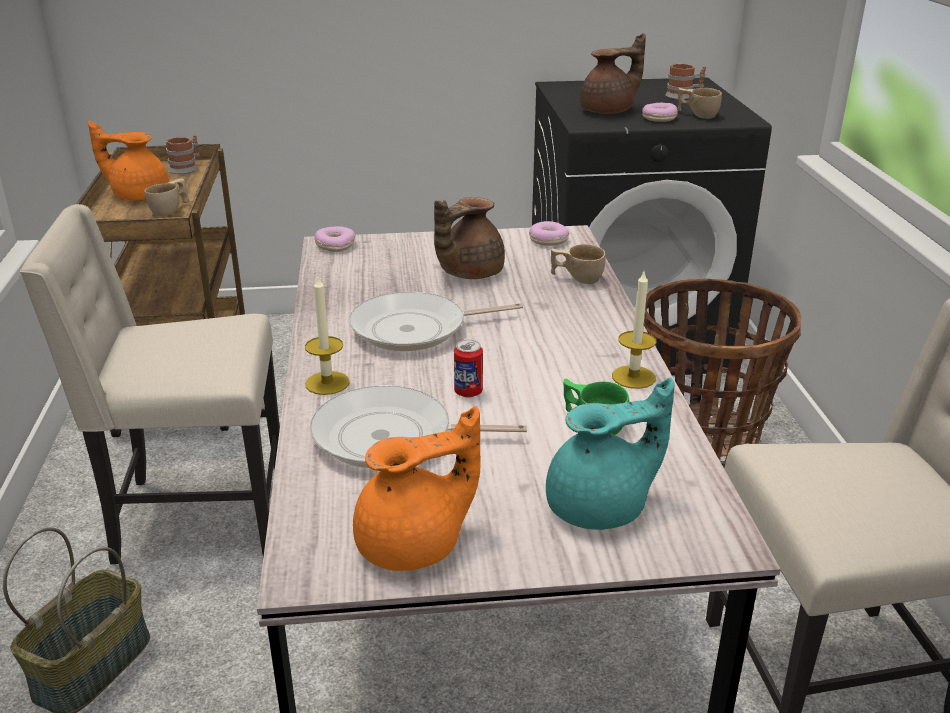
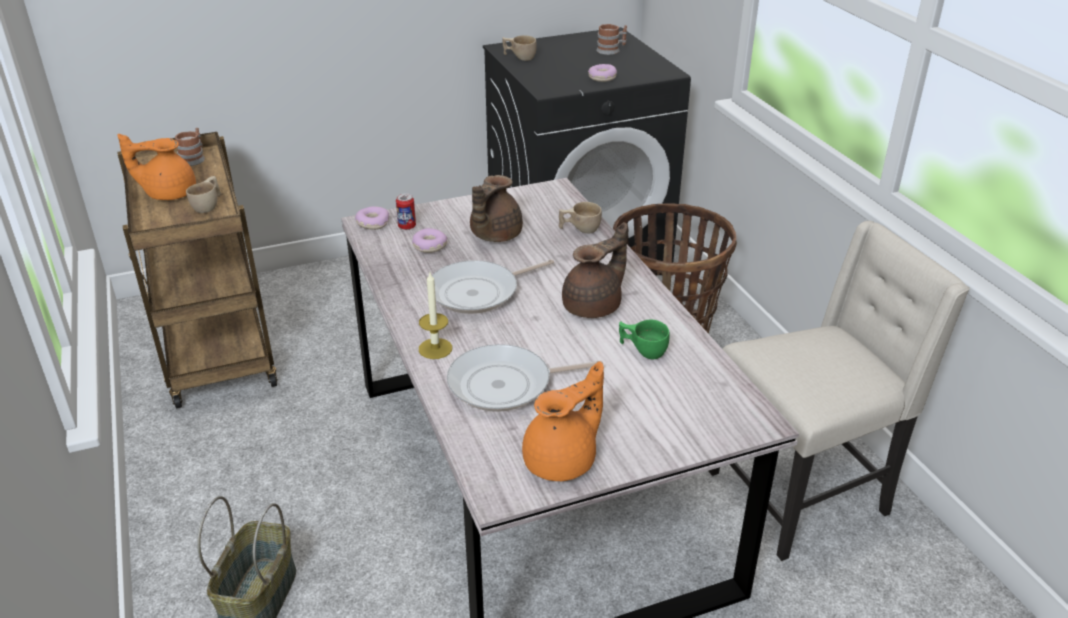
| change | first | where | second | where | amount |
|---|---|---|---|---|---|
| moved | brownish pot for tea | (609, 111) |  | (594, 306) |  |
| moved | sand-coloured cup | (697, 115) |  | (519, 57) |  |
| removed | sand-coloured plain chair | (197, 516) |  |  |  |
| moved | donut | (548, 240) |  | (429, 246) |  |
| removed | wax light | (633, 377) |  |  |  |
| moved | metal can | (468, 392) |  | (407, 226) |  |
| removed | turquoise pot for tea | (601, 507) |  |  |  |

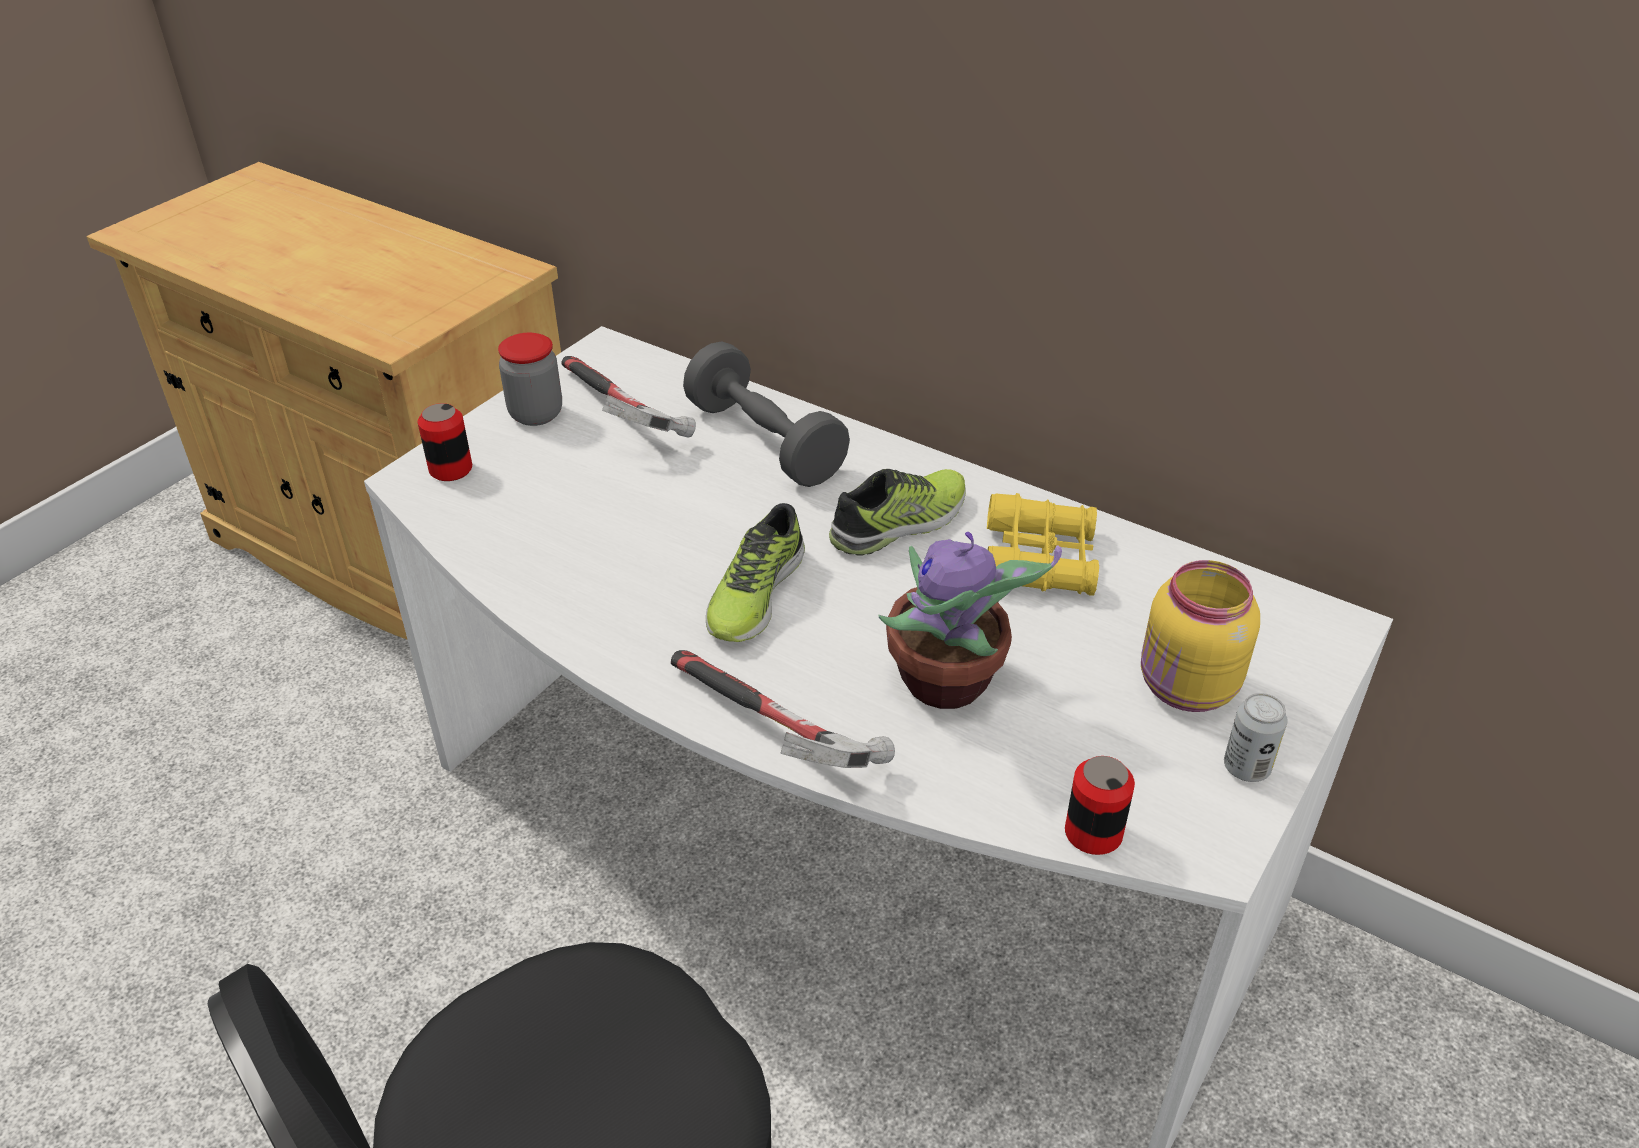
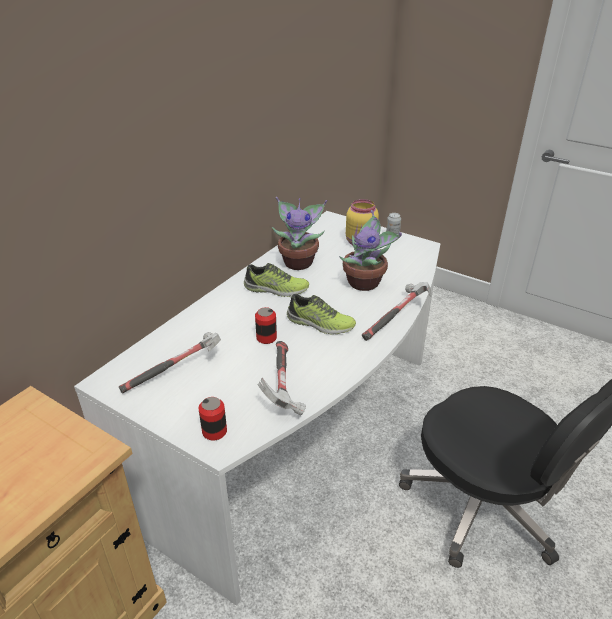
| change | first | where | second | where | amount |
|---|---|---|---|---|---|
| removed | storage jar | (536, 414) |  |  |  |
| removed | grey dumbbell | (765, 442) |  |  |  |
| turned | shoe | (901, 524) |  | (276, 289) | 135 degrees clockwise |
| replaced | yellow-coloured field glasses | (1040, 560) | plant in a pot | (299, 262) |  |
| moved | metal can | (1093, 833) |  | (266, 338) |  |
| added |  |  | tool hammer | (282, 385) |  |

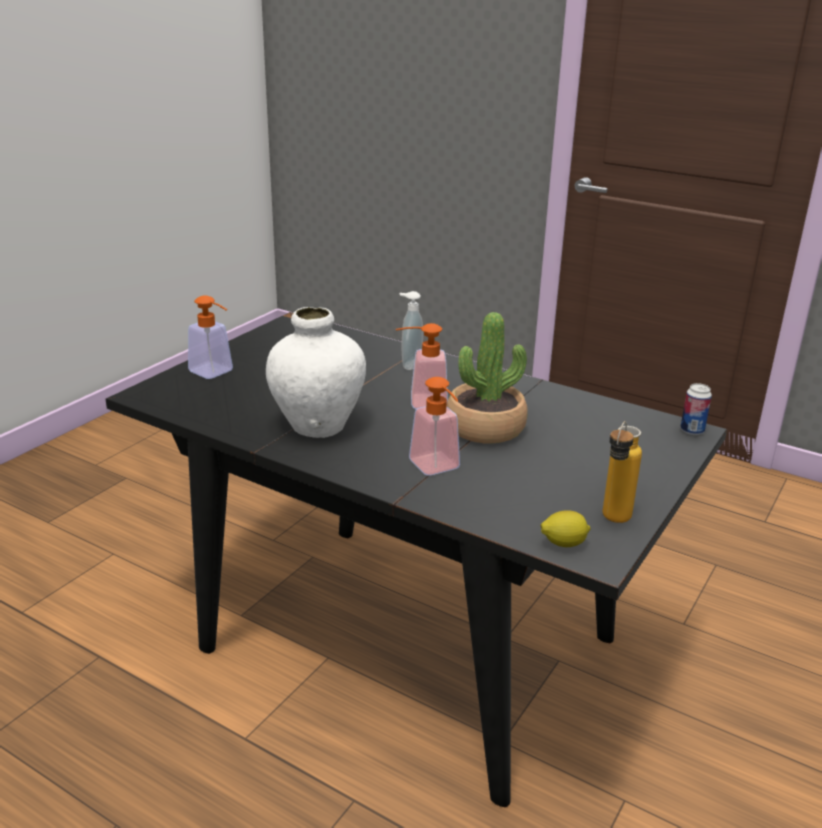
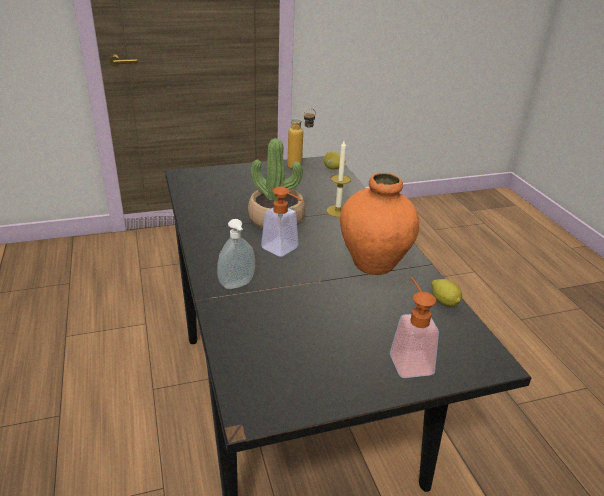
| change | first | where | second | where | amount |
|---|---|---|---|---|---|
| recoloured | white-coloured vase | (318, 426) | orange vase | (373, 264) |  |
| replaced | soap bottle | (438, 468) | wax light | (338, 211) |  |
| removed | metal can | (692, 430) |  |  |  |
| added |  |  | whole lemon | (444, 302) |  |

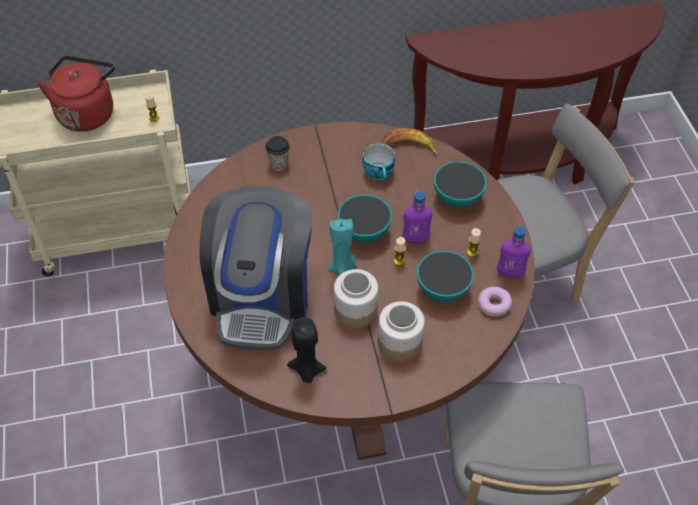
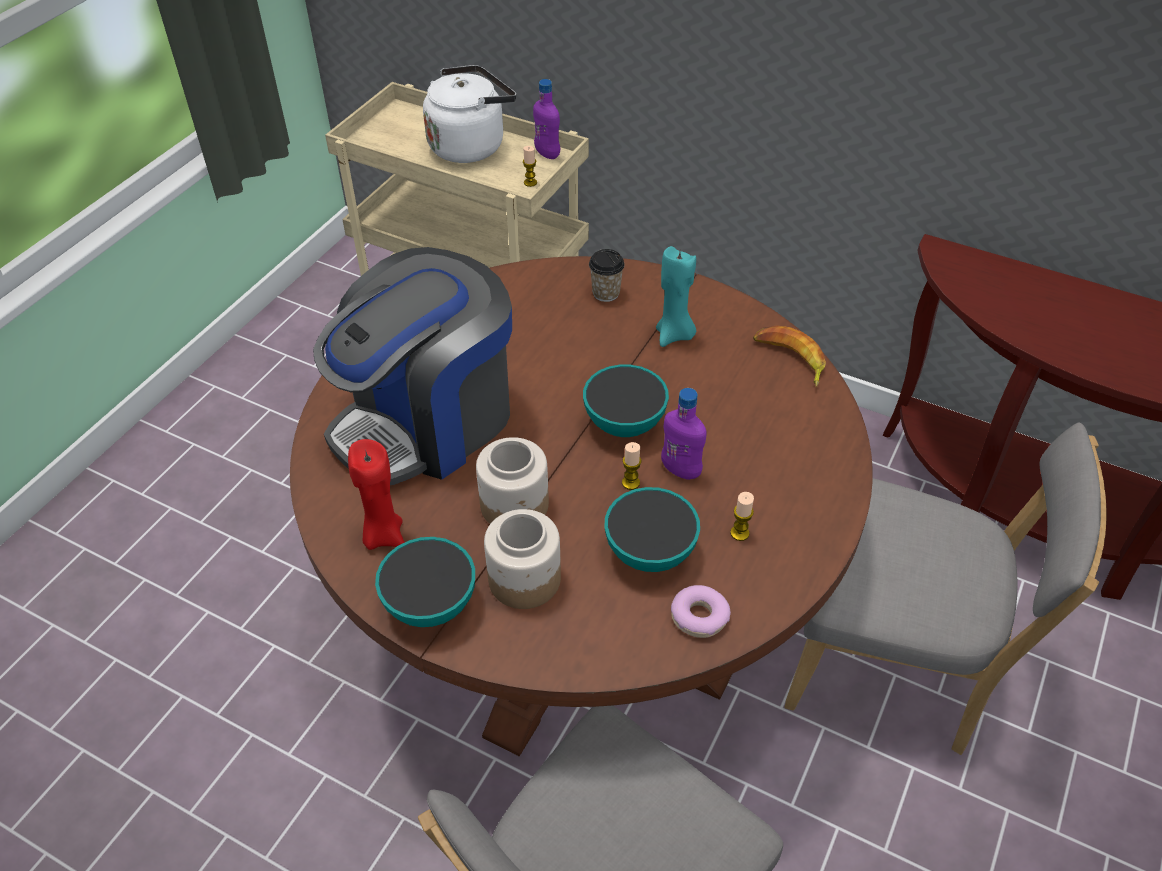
| change | first | where | second | where | amount |
|---|---|---|---|---|---|
| recoloured | red water kettle | (87, 112) | white-coloured water kettle | (470, 145) |  |
| removed | cup | (379, 173) |  |  |  |
| moved | serving bowl | (457, 198) |  | (430, 604) |  |
| moved | turquoise wax light | (342, 268) |  | (674, 335) |  |
| moved | purple beverage bottle | (510, 273) |  | (547, 154) |  |
| recoloured | blackish wax light | (307, 371) | red wax light | (383, 535) |  |

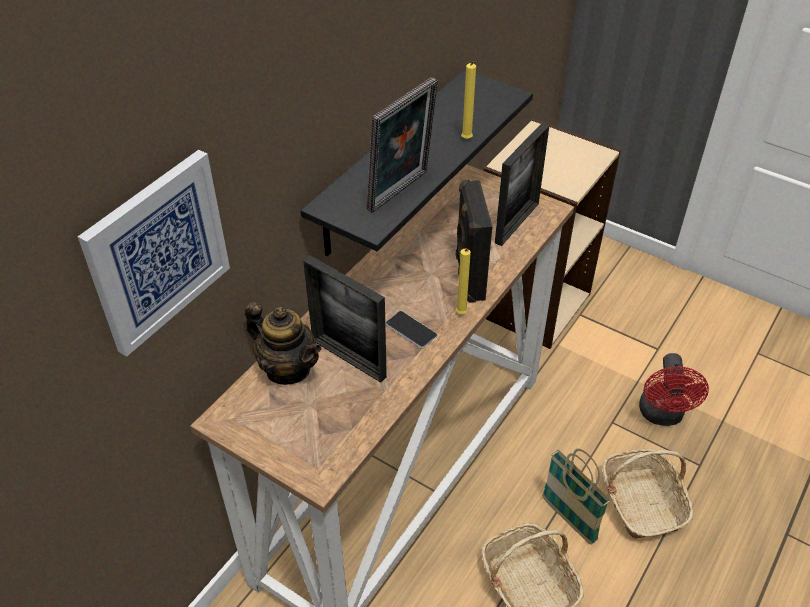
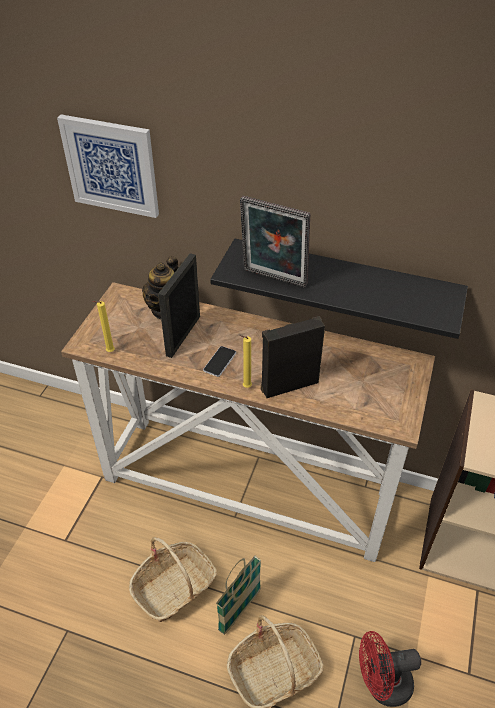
| change | first | where | second | where | amount |
|---|---|---|---|---|---|
| moved | yellow-coloured wax light | (467, 140) |  | (109, 352) |  |
| removed | photo frame | (517, 223) |  |  |  |

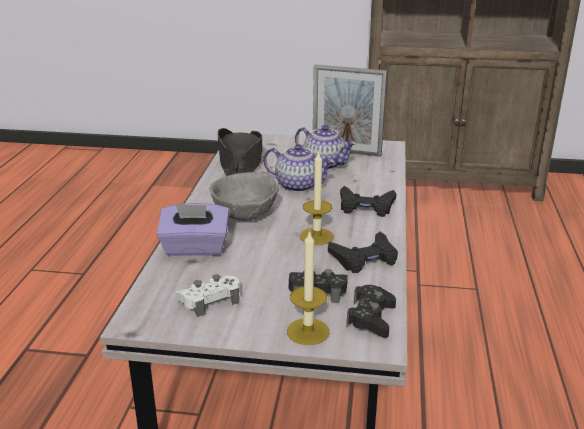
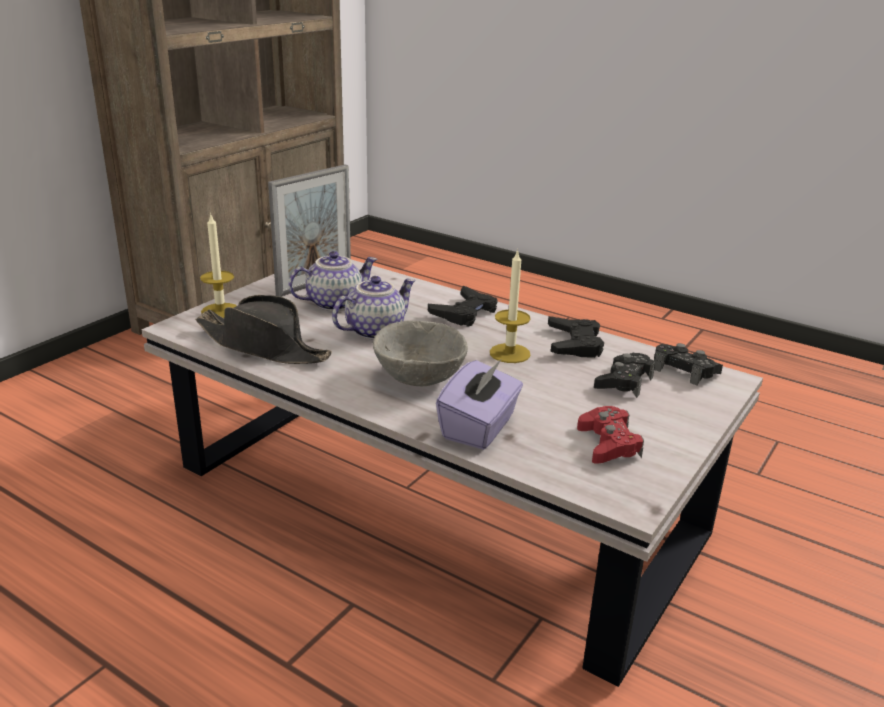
| change | first | where | second | where | amount |
|---|---|---|---|---|---|
| moved | wax light | (308, 331) |  | (220, 311) |  |
| recoloured | white-coloured joypad | (210, 300) | red joypad | (608, 444) |  |

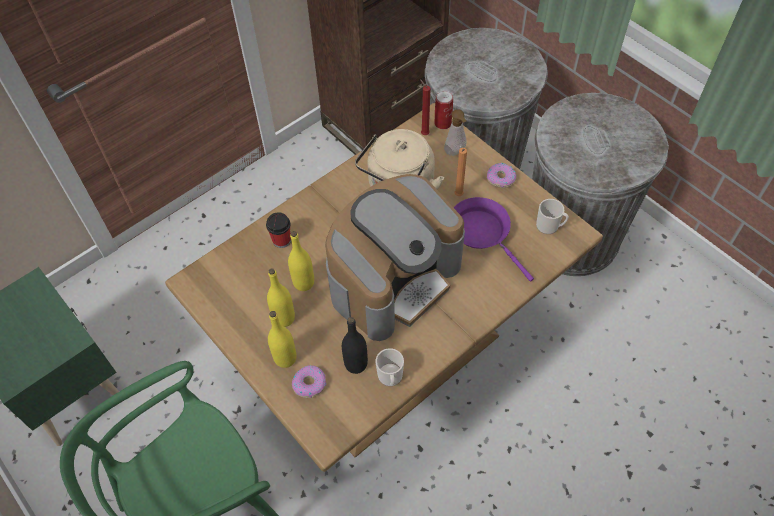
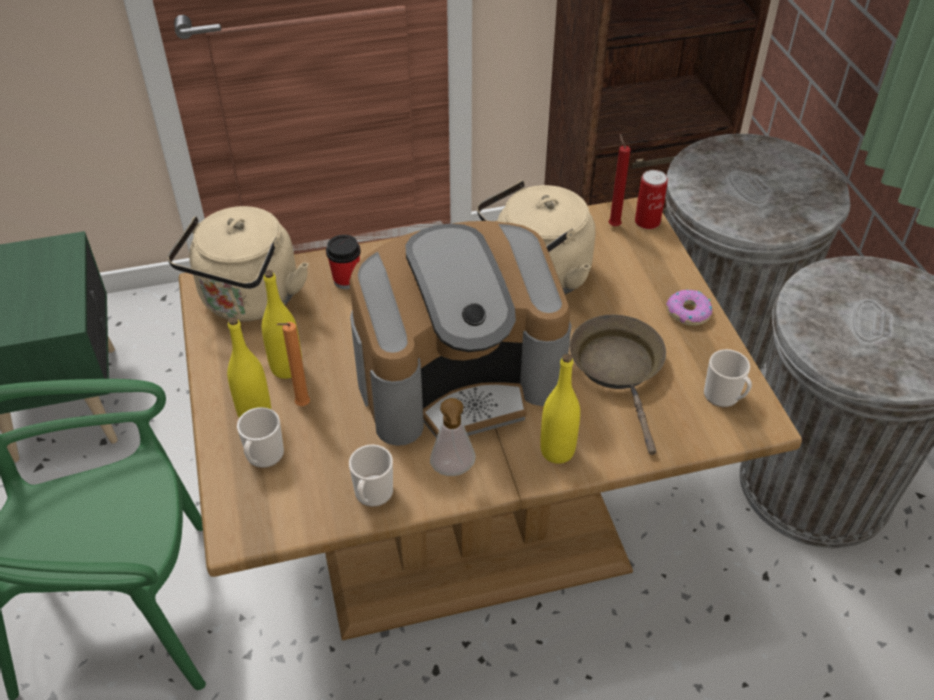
| change | first | where | second | where | amount |
|---|---|---|---|---|---|
| moved | soap bottle | (456, 152) |  | (453, 472) |  |
| moved | orange wax light | (458, 196) |  | (301, 406) |  |
| recoloured | purple frying pan | (483, 233) | brownish frying pan | (619, 369) |  |
| moved | yellow-coloured beverage bottle | (303, 283) |  | (557, 451) |  |
| removed | blackish beverage bottle | (356, 364) |  |  |  |
| replaced | donut | (309, 384) | coffee mug | (263, 457) |  |
| added |  |  | sand-coloured water kettle | (248, 301) |  |

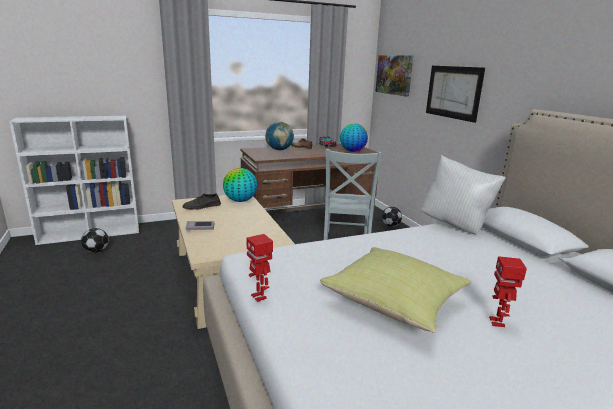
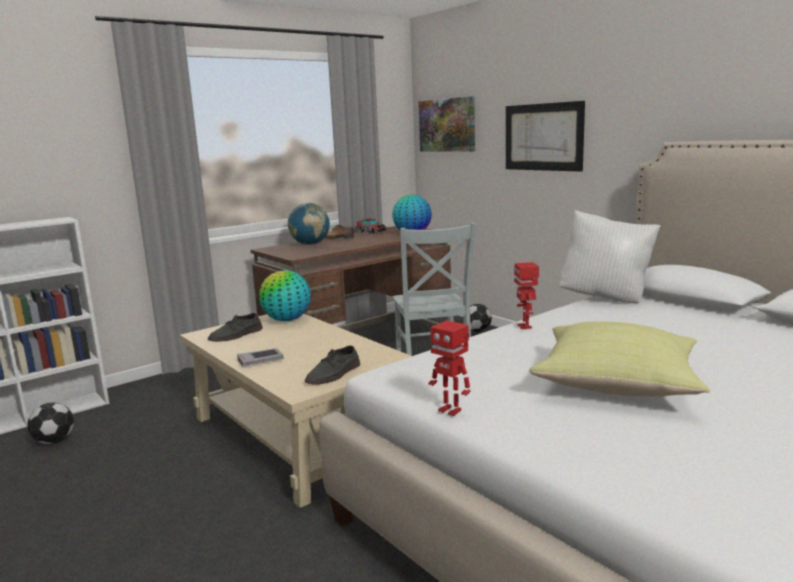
| change | first | where | second | where | amount |
|---|---|---|---|---|---|
| moved | toy robot | (497, 322) |  | (525, 326) |  |
| added |  |  | grey shoe | (334, 374) |  |

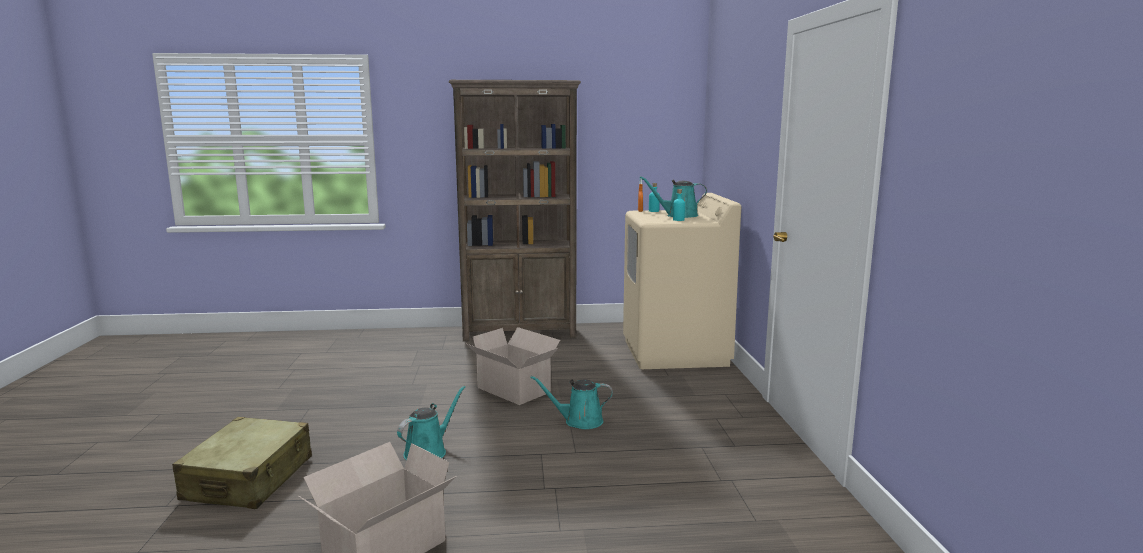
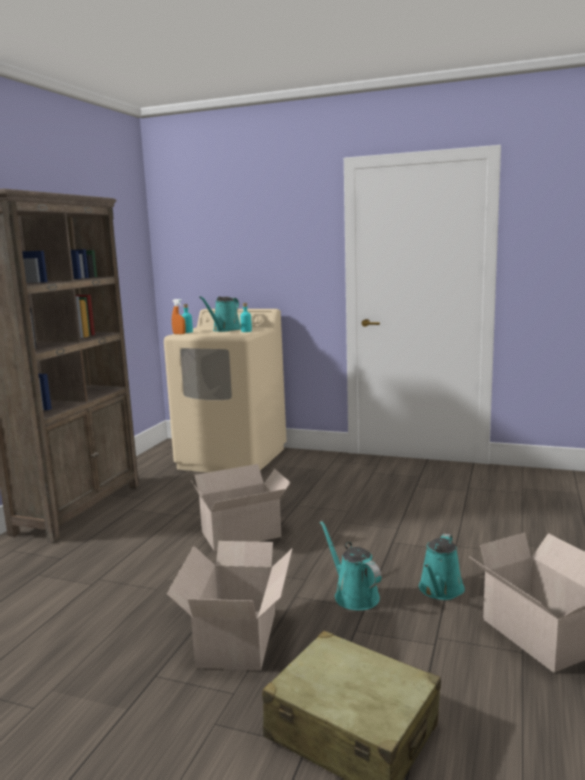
| change | first | where | second | where | amount |
|---|---|---|---|---|---|
| moved | turquoise watering can | (579, 421) |  | (440, 590) |  |
| added |  |  | packing box | (239, 636) |  |

